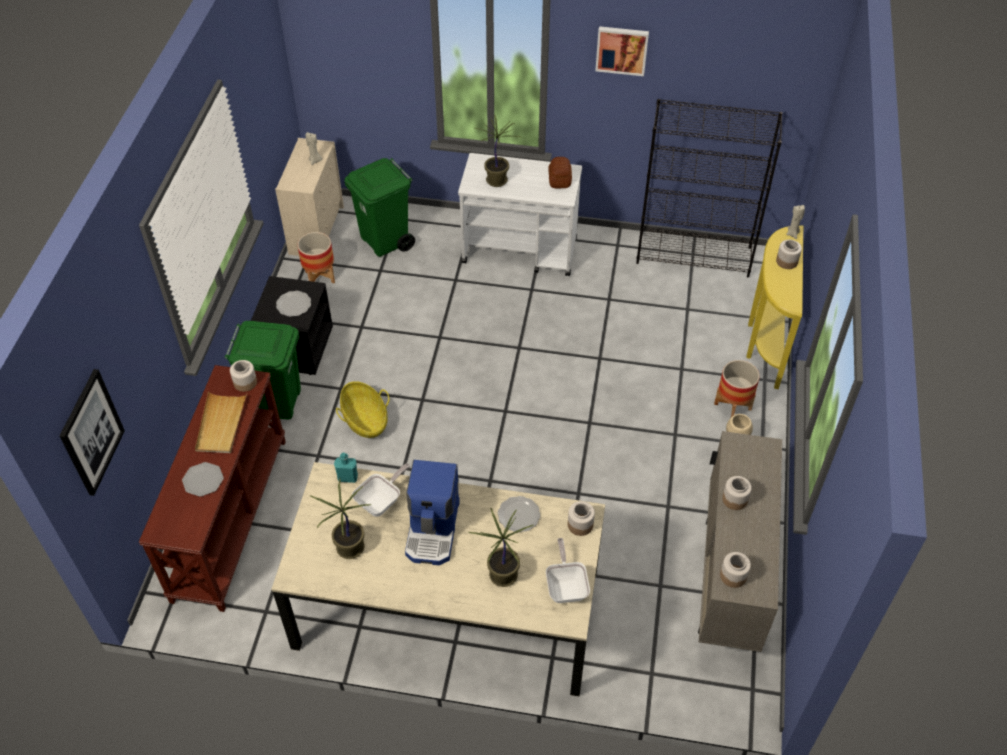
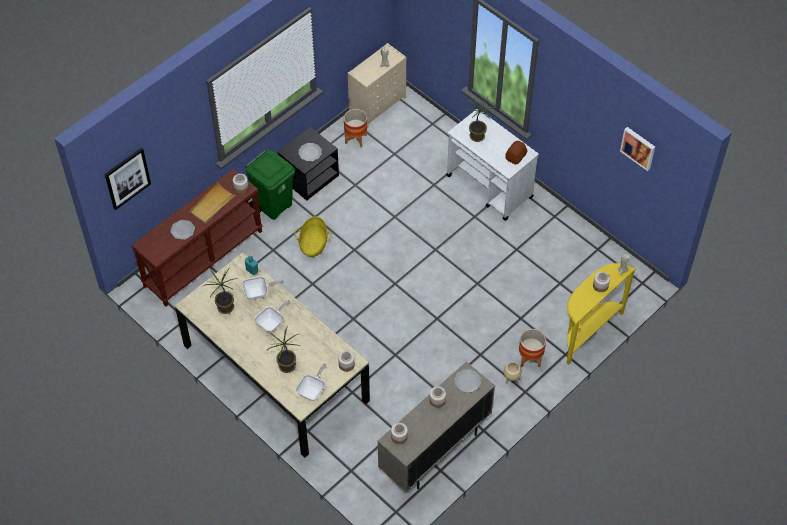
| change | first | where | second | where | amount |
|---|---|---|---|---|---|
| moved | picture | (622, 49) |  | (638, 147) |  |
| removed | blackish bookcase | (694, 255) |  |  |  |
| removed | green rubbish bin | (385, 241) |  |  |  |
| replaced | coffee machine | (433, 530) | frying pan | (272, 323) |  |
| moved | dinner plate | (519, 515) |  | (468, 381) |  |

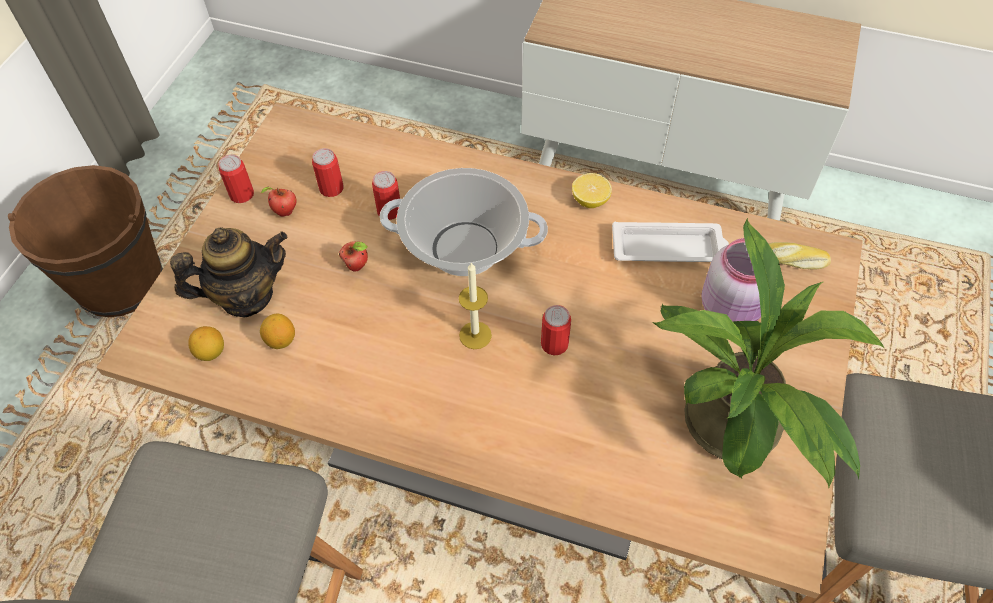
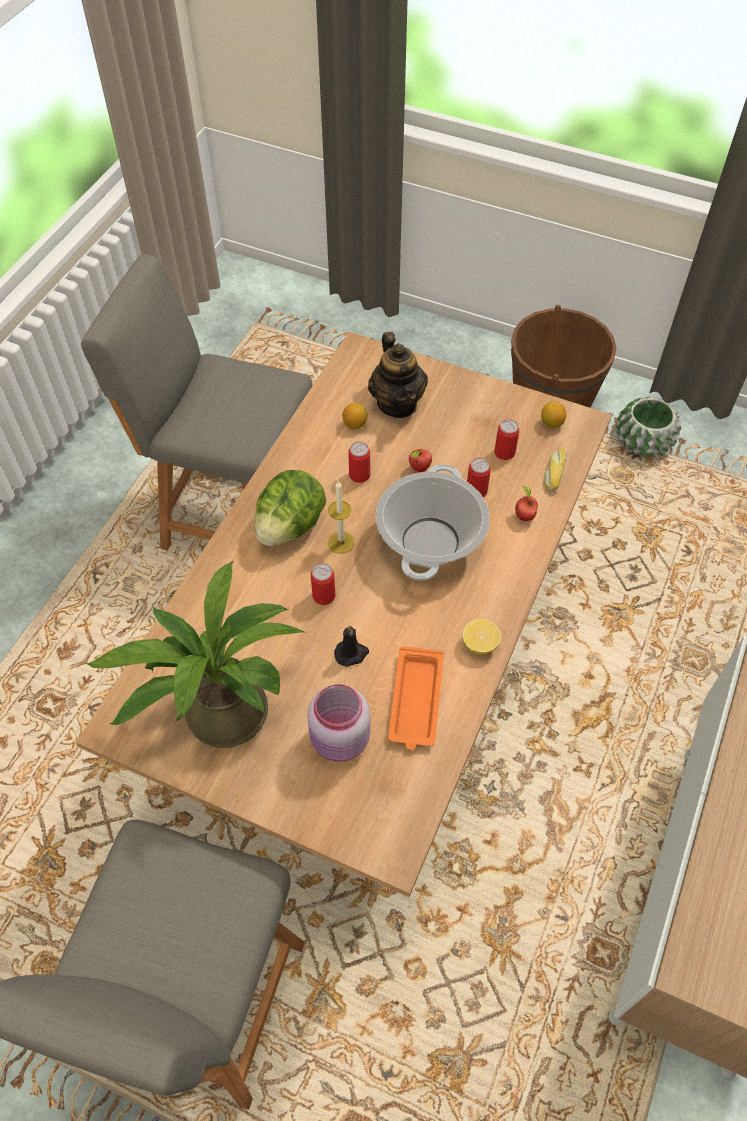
| change | first | where | second | where | amount |
|---|---|---|---|---|---|
| moved | metal can | (242, 194) |  | (359, 475) |  |
| moved | whole apple | (284, 212) |  | (524, 516) |  |
| recoloured | white-coloured serving tray | (669, 248) | orange serving tray | (416, 701) |  |
| moved | bakery bread | (794, 261) |  | (554, 472) |  |
| moved | whole lemon | (211, 352) |  | (551, 423) |  |
| added |  |  | green plant pot | (642, 442) |  |
| added |  |  | lettuce head | (290, 526) |  |
| added |  |  | blackish wax light | (351, 653) |  |

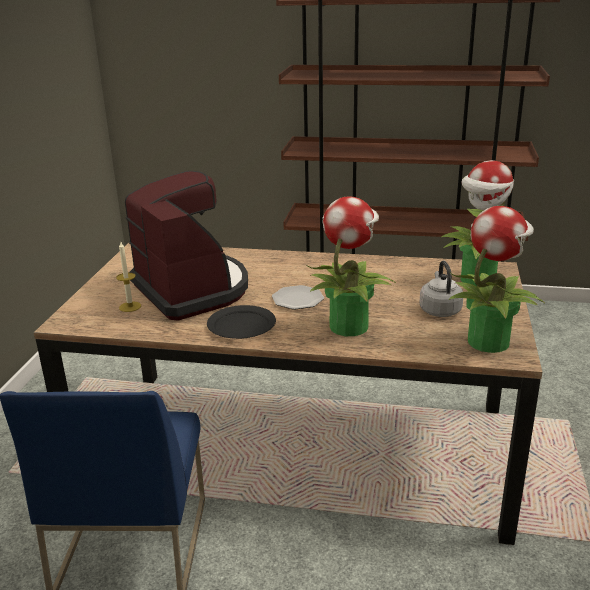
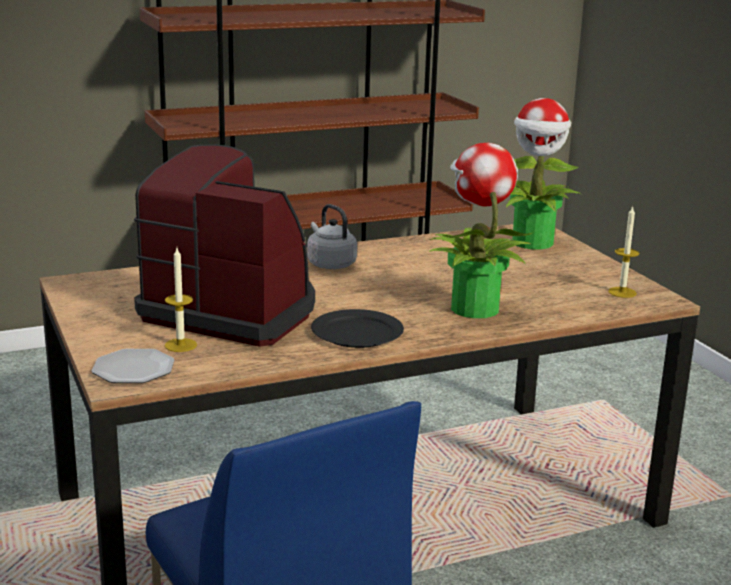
| change | first | where | second | where | amount |
|---|---|---|---|---|---|
| replaced | plant in a pot | (488, 341) | wax light | (622, 292) |  |
| moved | grey water kettle | (439, 310) |  | (330, 264) |  |
| moved | dinner plate | (297, 299) |  | (132, 369) |  |

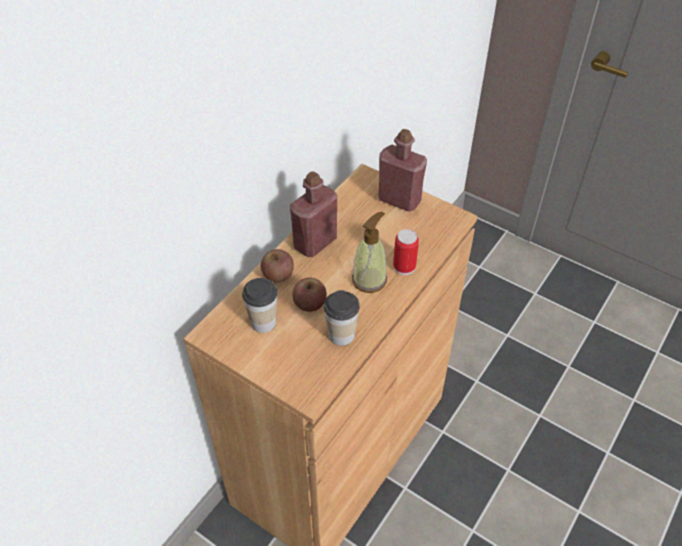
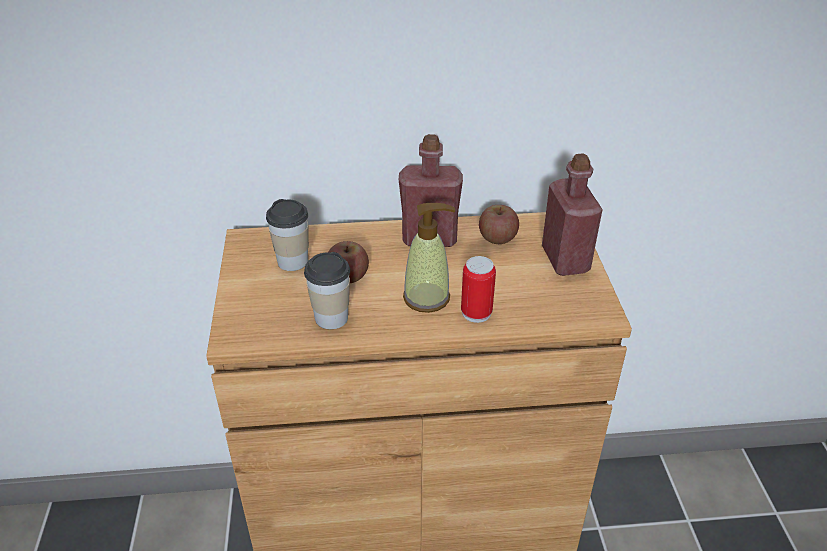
| change | first | where | second | where | amount |
|---|---|---|---|---|---|
| moved | whole apple | (278, 275) |  | (497, 238) |  |

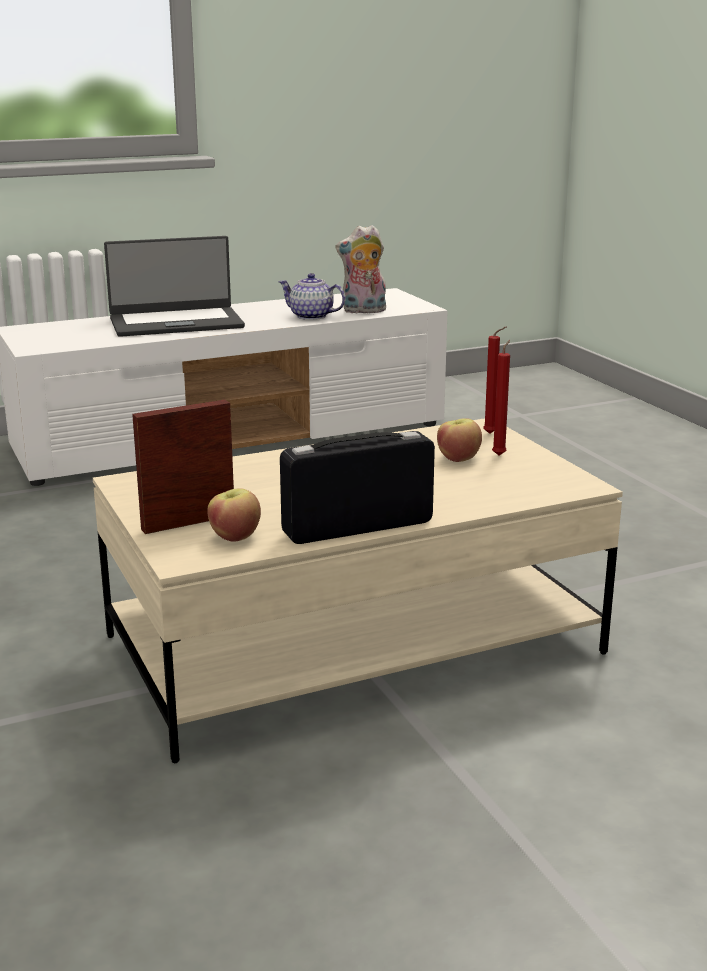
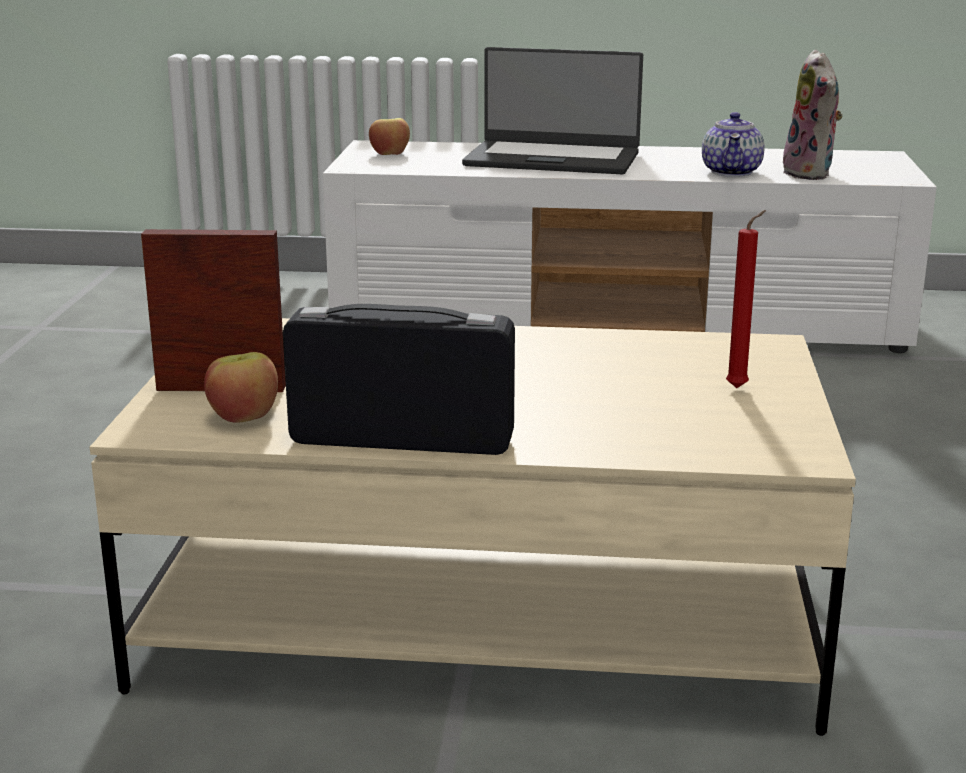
| change | first | where | second | where | amount |
|---|---|---|---|---|---|
| turned | soft toy | (363, 311) |  | (811, 174) | 120 degrees counterclockwise |
| turned | pot for tea | (311, 316) |  | (732, 172) | 135 degrees counterclockwise |
| removed | red wax light | (492, 434) |  |  |  |
| moved | whole apple | (458, 458) |  | (389, 154) |  |

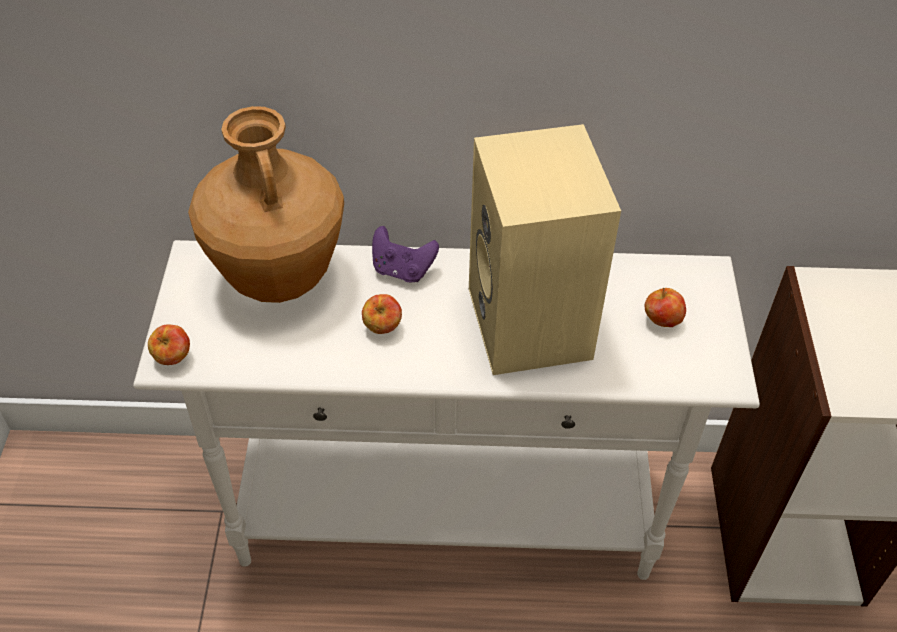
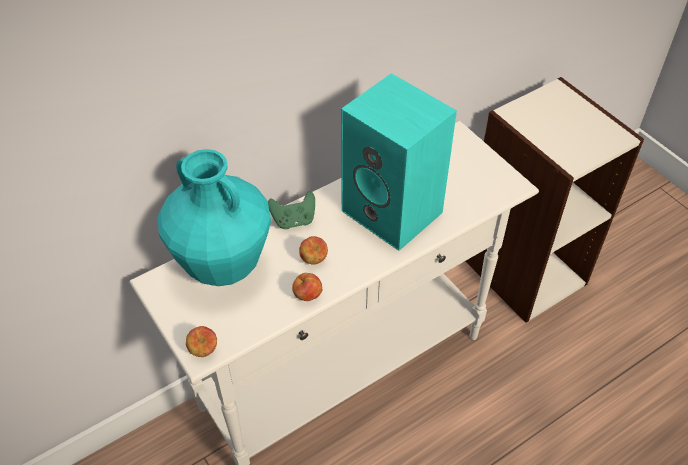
| change | first | where | second | where | amount |
|---|---|---|---|---|---|
| recoloured | brownish vase | (279, 279) | turquoise vase | (224, 266) |  |
| recoloured | sand-coloured loudspeaker | (533, 325) | turquoise loudspeaker | (395, 212) |  |
| recoloured | purple joypad | (402, 270) | green joypad | (294, 220) |  |
| moved | whole apple | (662, 320) |  | (307, 296) |  |

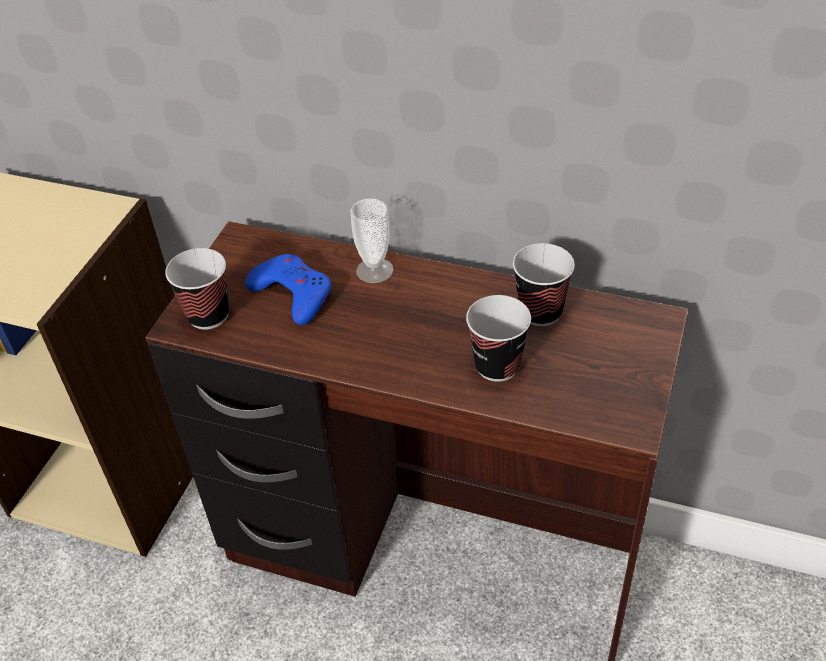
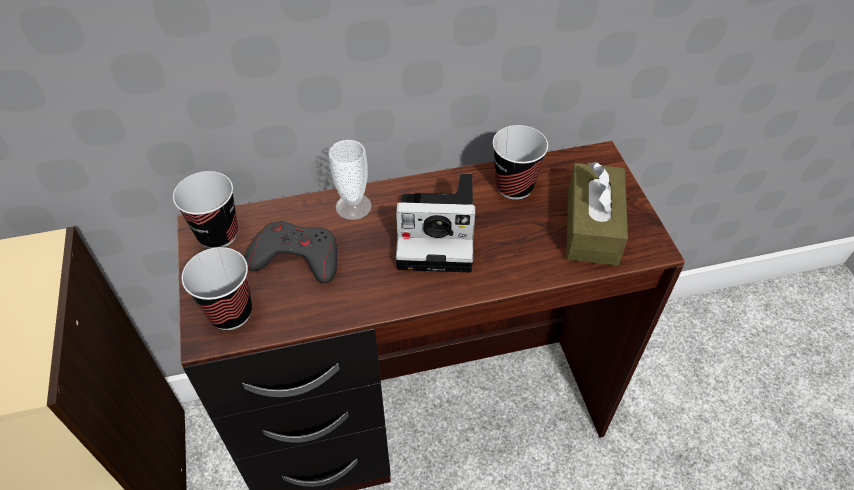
| change | first | where | second | where | amount |
|---|---|---|---|---|---|
| recoloured | bluish joypad | (292, 293) | grey joypad | (296, 257) |  |
| moved | cup | (497, 365) |  | (218, 234) |  |
| added |  |  | brownish tissue holder | (592, 226) |  |
| added |  |  | photo camera | (440, 234) |  |

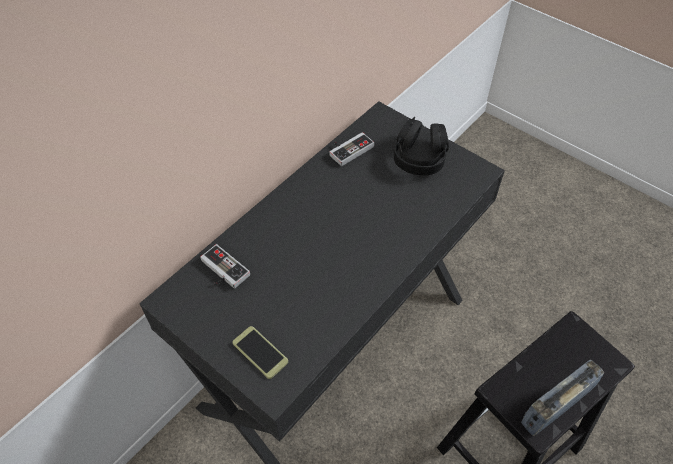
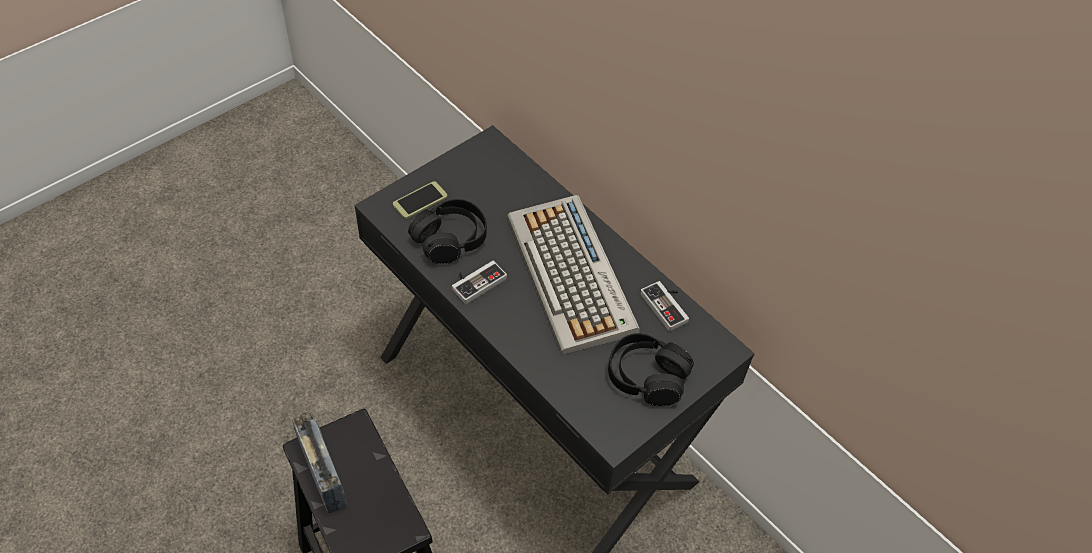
| change | first | where | second | where | amount |
|---|---|---|---|---|---|
| moved | joypad | (221, 271) |  | (476, 281) |  |
| added |  |  | computer keyboard | (572, 275) |  |
| added |  |  | blackish headset | (450, 239) |  |

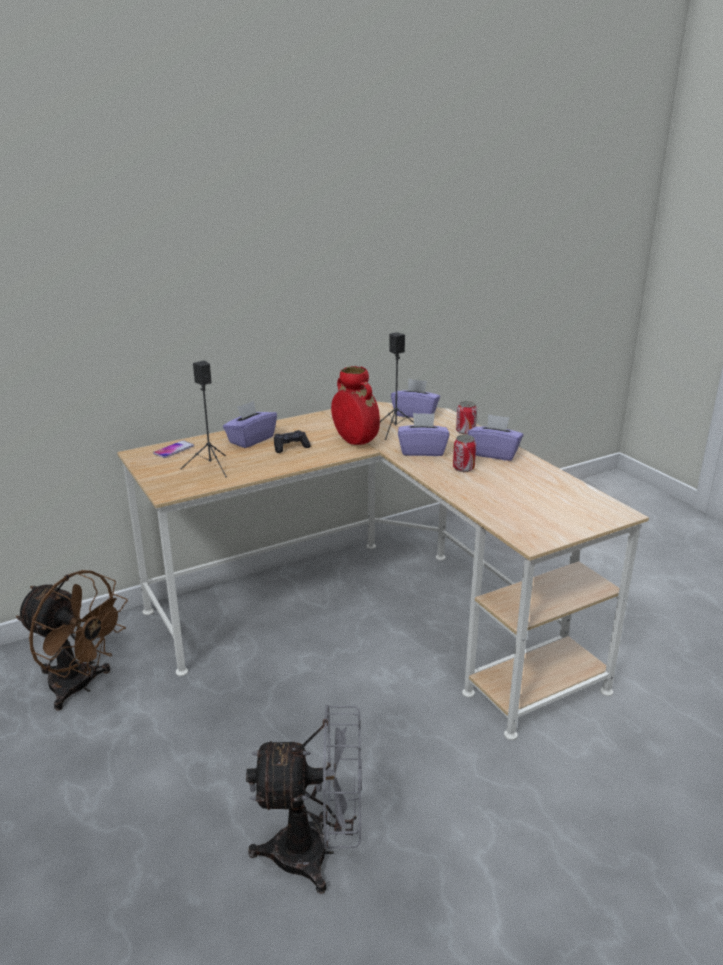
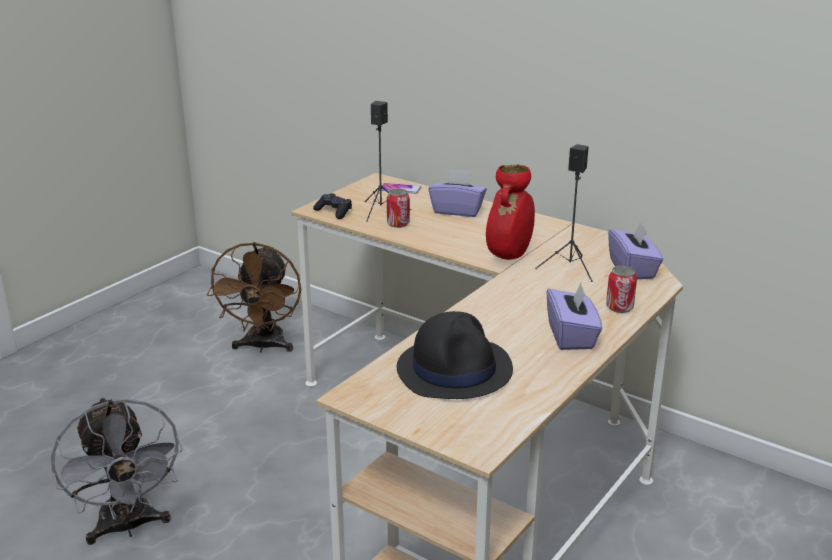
| change | first | where | second | where | amount |
|---|---|---|---|---|---|
| removed | purple tissue holder | (422, 451) |  |  |  |
| moved | blackish joypad | (290, 447) |  | (334, 212) |  |
| moved | metal can | (463, 468) |  | (398, 224) |  |
| added |  |  | blackish hat | (455, 369) |  |

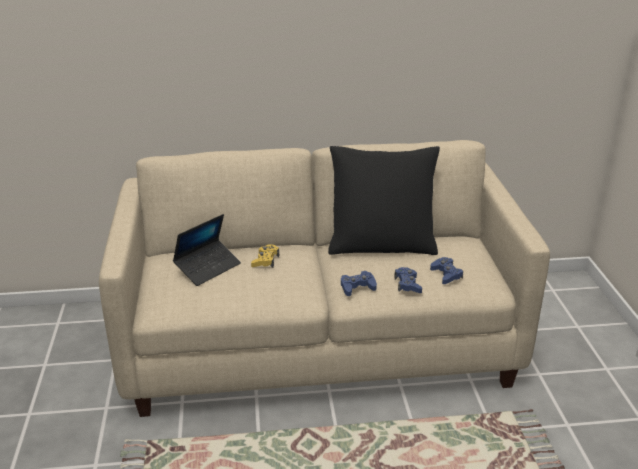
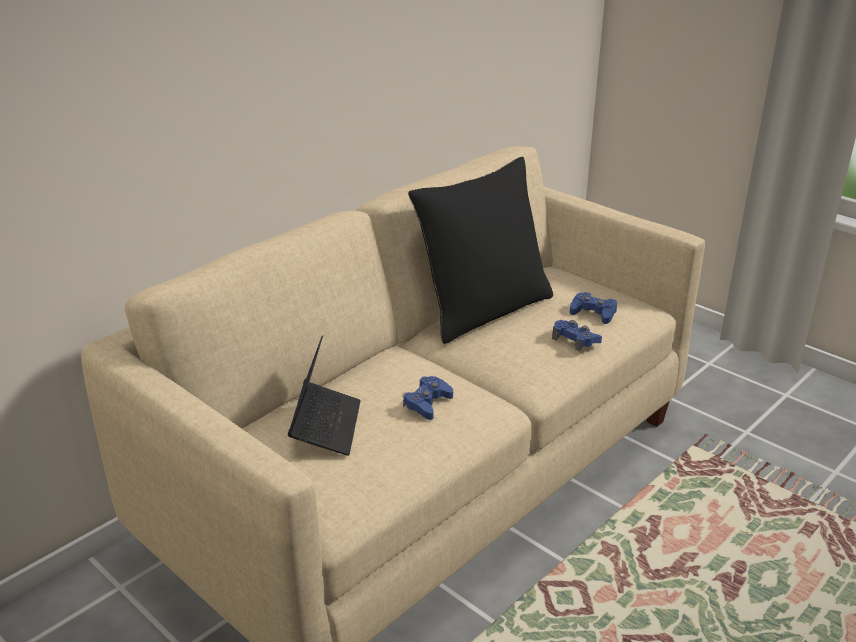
| change | first | where | second | where | amount |
|---|---|---|---|---|---|
| removed | yellow-coloured joypad | (265, 260) |  |  |  |
| moved | bluish joypad | (357, 287) |  | (427, 403) |  |

